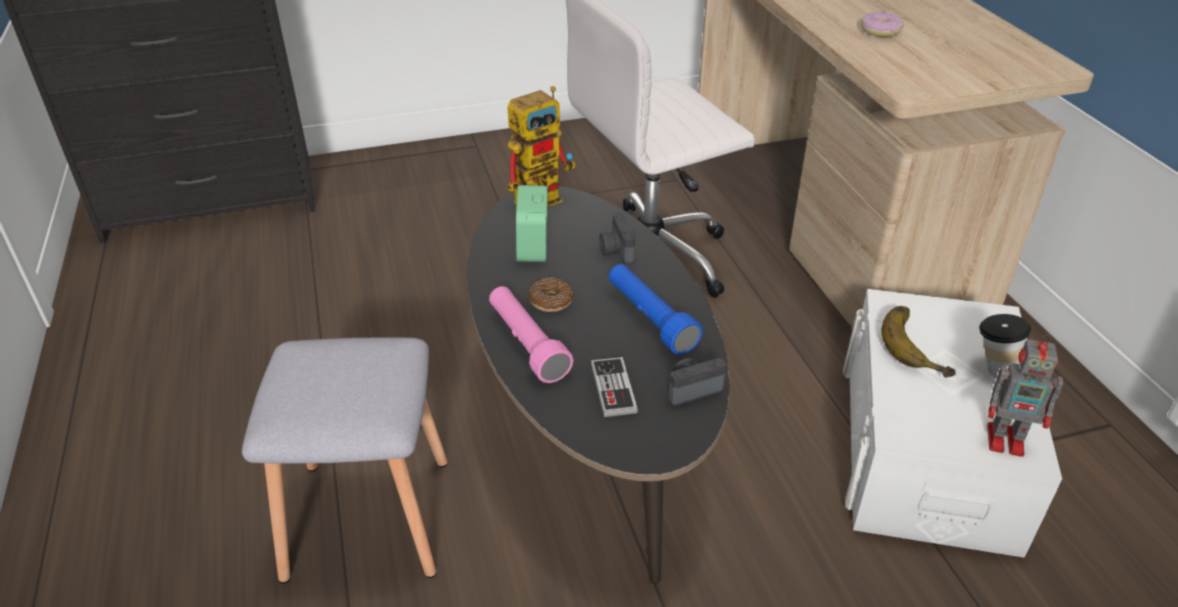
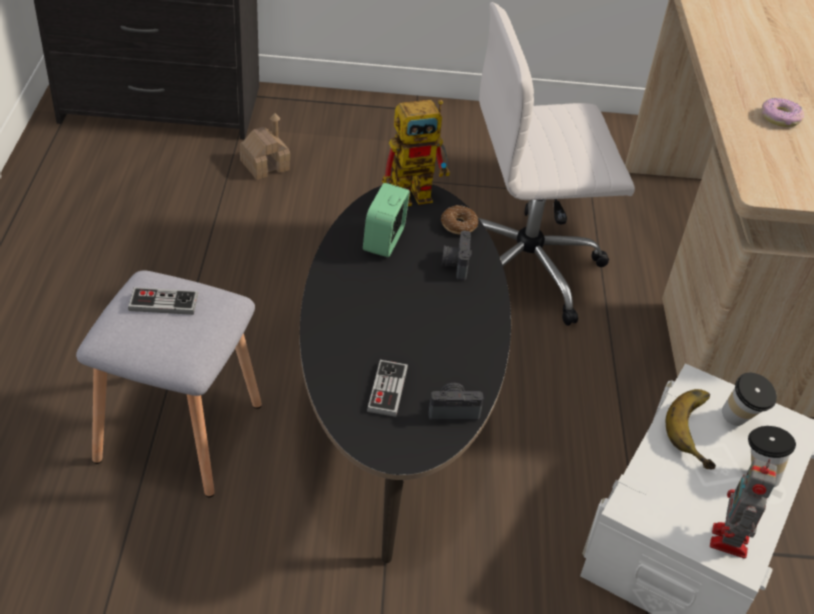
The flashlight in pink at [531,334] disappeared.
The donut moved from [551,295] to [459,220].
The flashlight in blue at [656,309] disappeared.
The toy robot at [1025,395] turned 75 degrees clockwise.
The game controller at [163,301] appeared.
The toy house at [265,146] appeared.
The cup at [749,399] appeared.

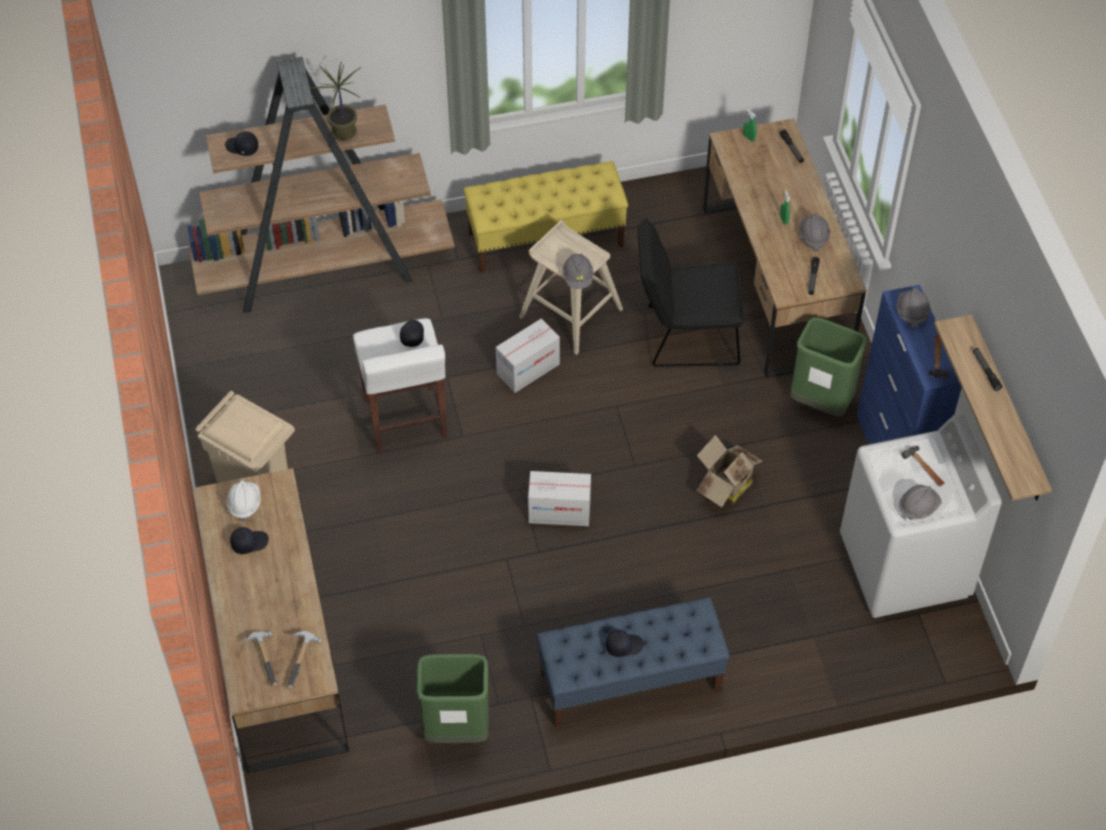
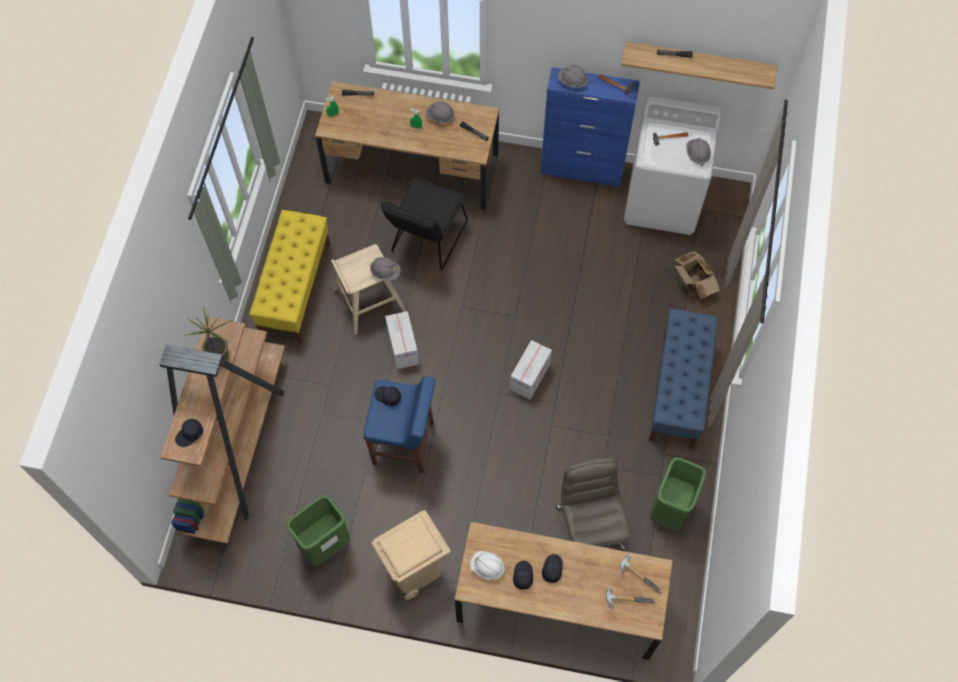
The stool in white at [400,384] became the stool in blue at [399,424].
The cap in black moved from [625,643] to [552,568].
The cardboard box moved from [730,471] to [697,275].
The trash can in green moved from [829,366] to [318,531].
The office chair in grey at [593,504] appeared.

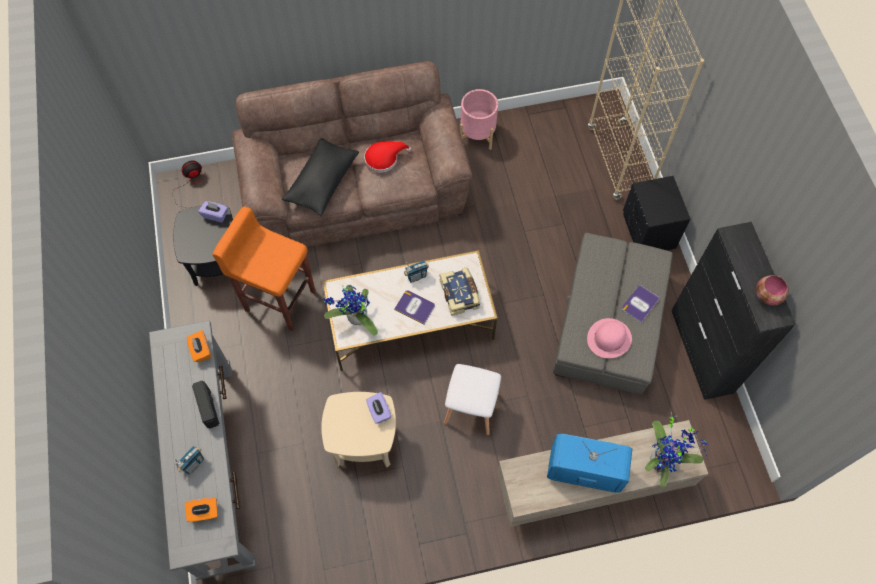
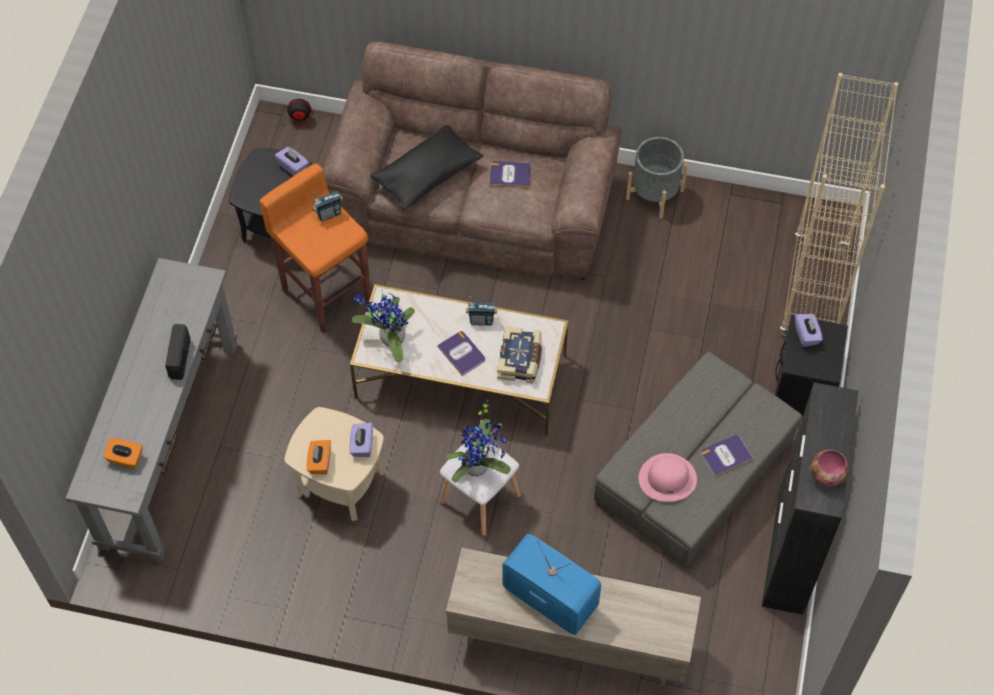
The radio moved from [189,460] to [327,206].
The tissue box in orange moved from [199,346] to [319,457].
The hat in red at [388,157] was replaced by the book at [510,174].
The planter in pink at [479,119] became the planter in grey at [657,178].
The potted plant moved from [677,450] to [478,441].
The tissue box in purple at [809,330] appeared.

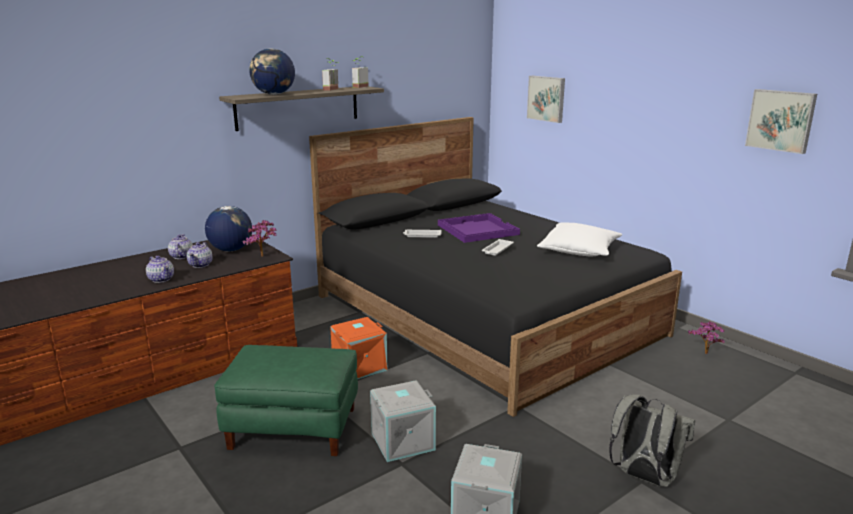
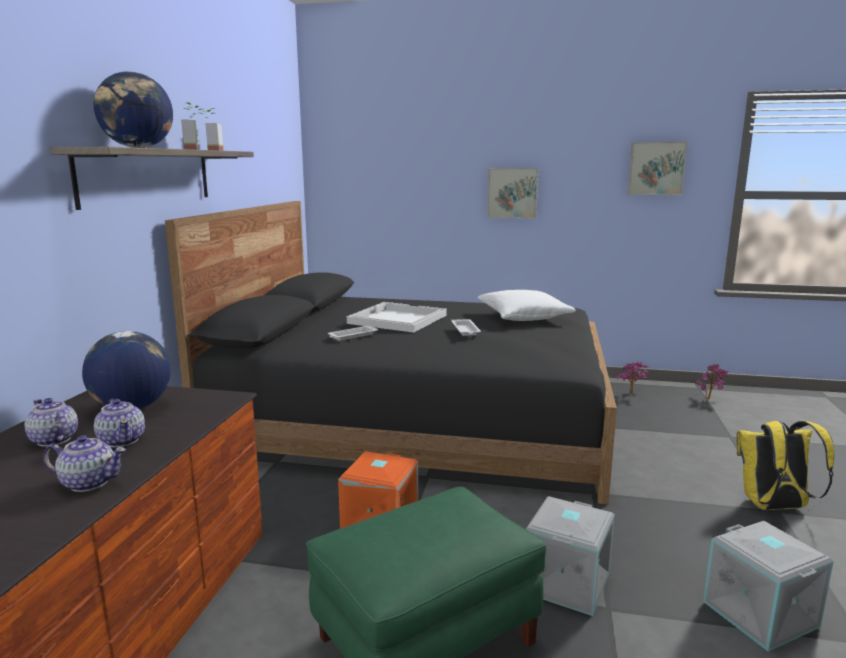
The potted plant moved from [260,238] to [712,382].
The tray in purple at [479,228] became the tray in white at [397,317].
The picture moved from [546,99] to [512,193].
The backpack in grey at [652,440] became the backpack in yellow at [785,465].

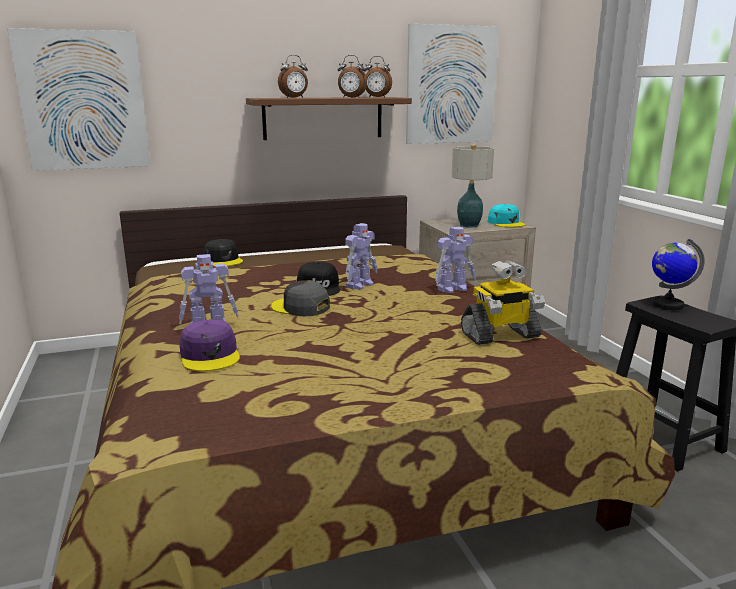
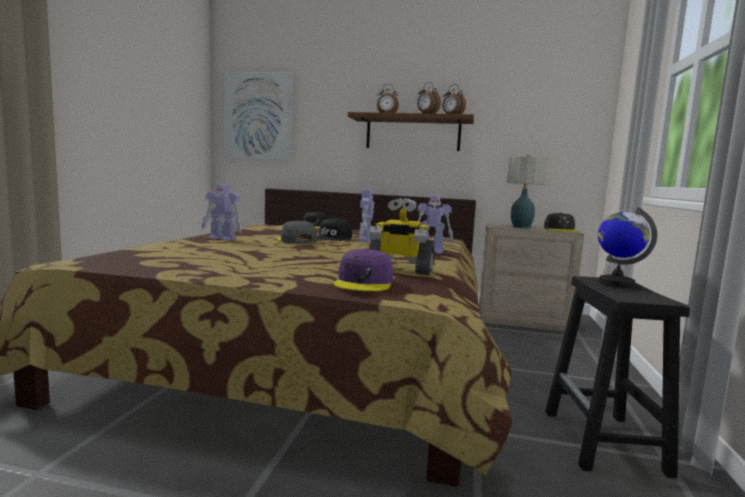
The cap in purple moved from [209,345] to [363,270].
The toy robot at [361,256] turned 120 degrees clockwise.
The picture at [452,84] disappeared.
The cap in turquoise at [507,215] became the cap in grey at [561,222].

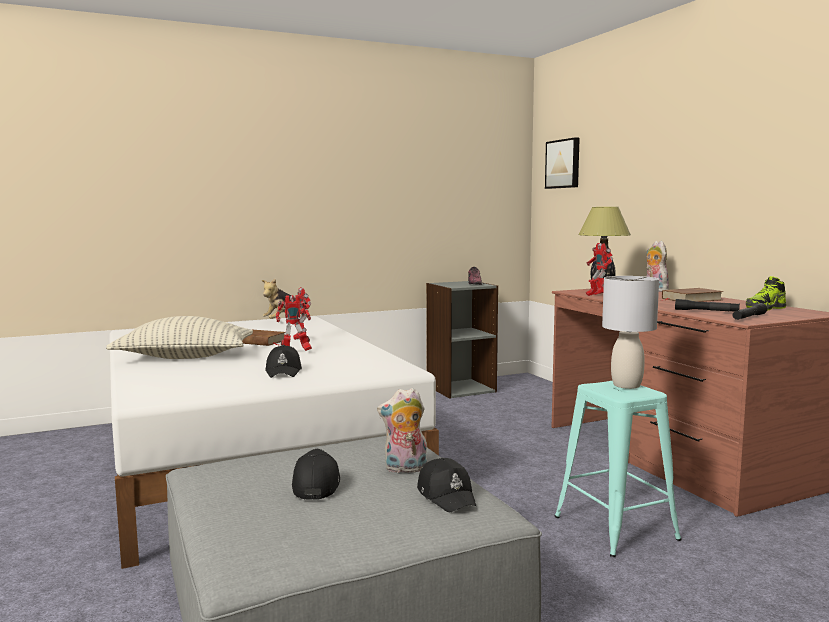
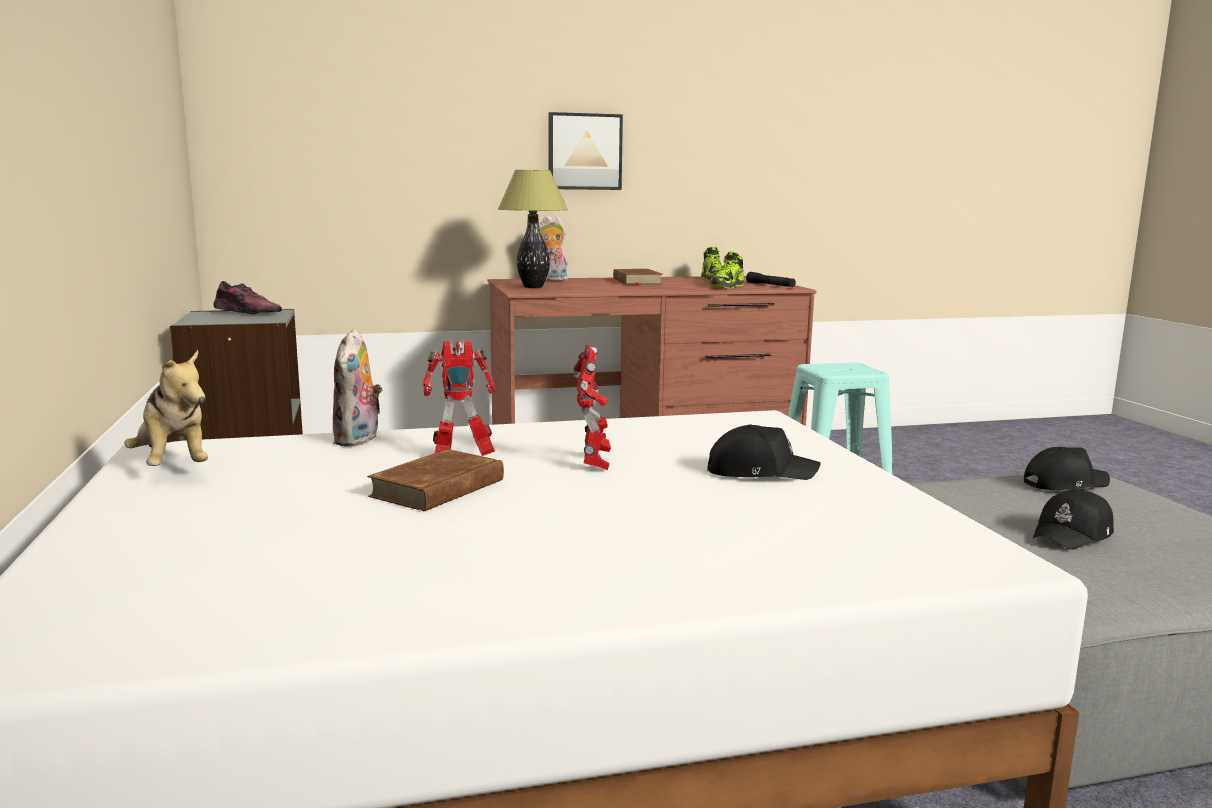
The pillow at [179,337] disappeared.
The cap in black at [316,474] turned 45 degrees counterclockwise.
The plush toy moved from [402,430] to [357,388].
The picture moved from [562,163] to [585,151].
The toy robot at [599,269] disappeared.
The table lamp in grey at [630,332] disappeared.
The flashlight in black at [707,305] was replaced by the shoe at [727,270].

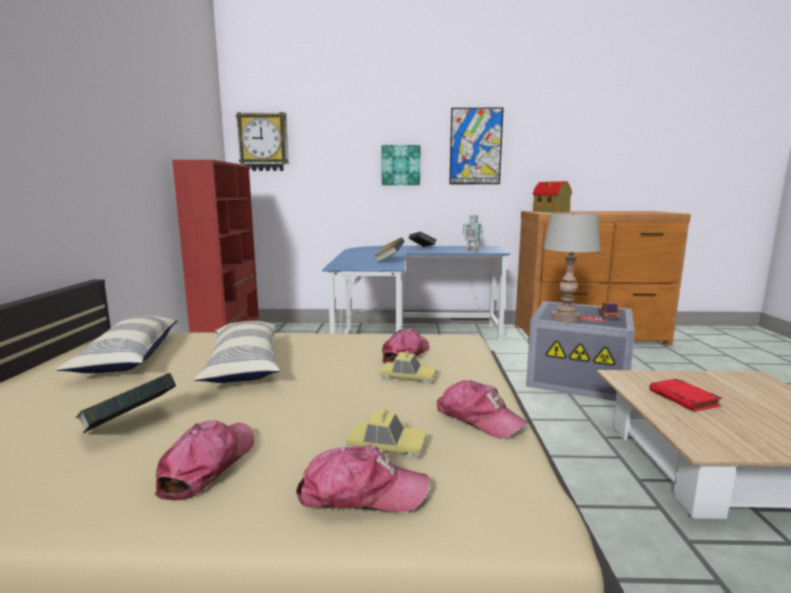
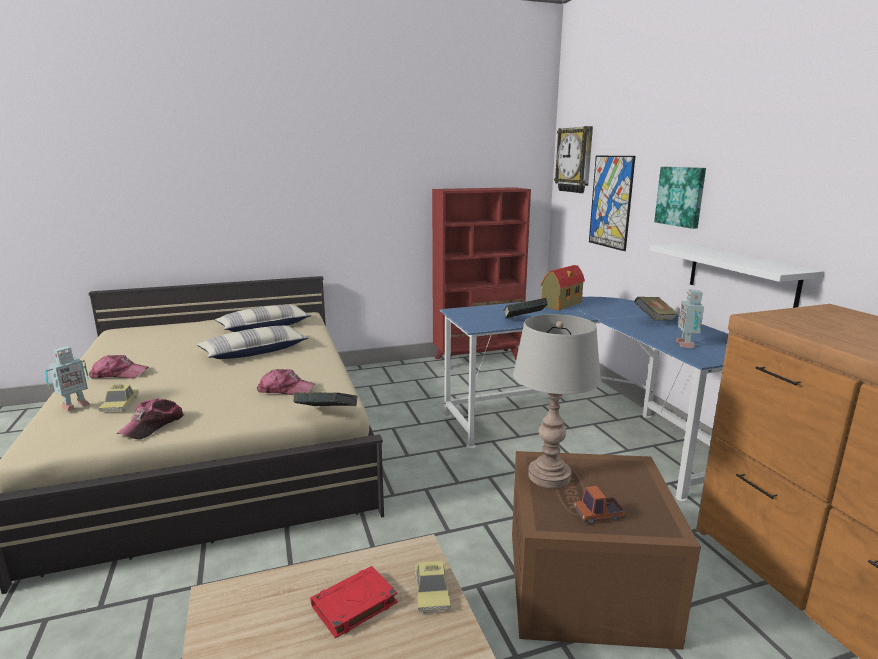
The book moved from [125,403] to [325,399].
The cap at [363,479] was replaced by the toy robot at [67,379].
The toy car moved from [408,367] to [432,587].
The picture moved from [476,146] to [612,203].
The storage box in grey at [580,351] became the storage box in brown at [606,550].
The toy house moved from [552,197] to [563,287].
The shelf in white at [736,275] appeared.

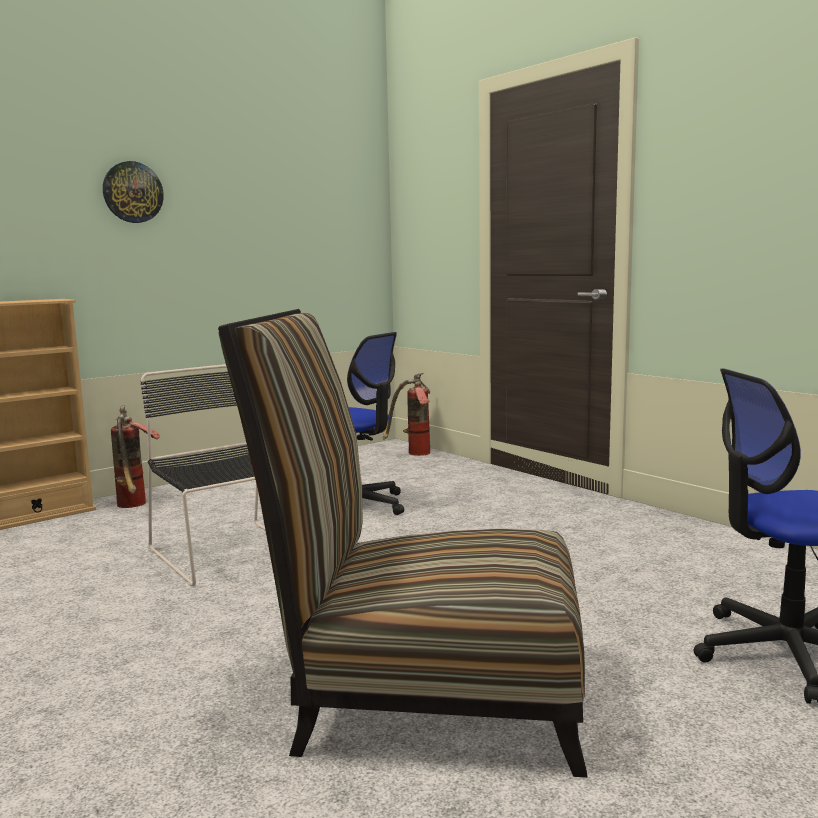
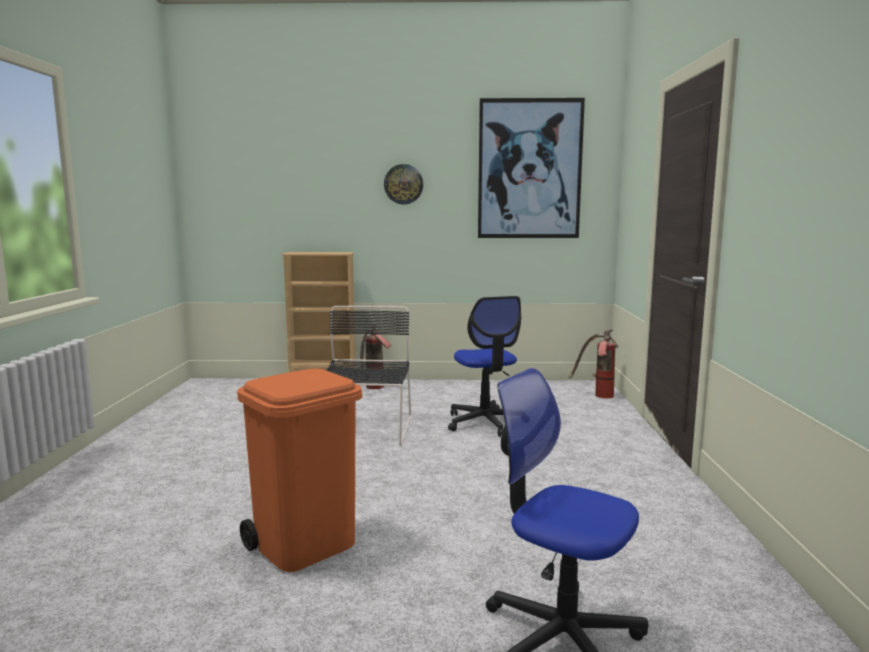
The chair at [402,543] was replaced by the trash can in orange at [299,470].
The picture at [531,168] appeared.

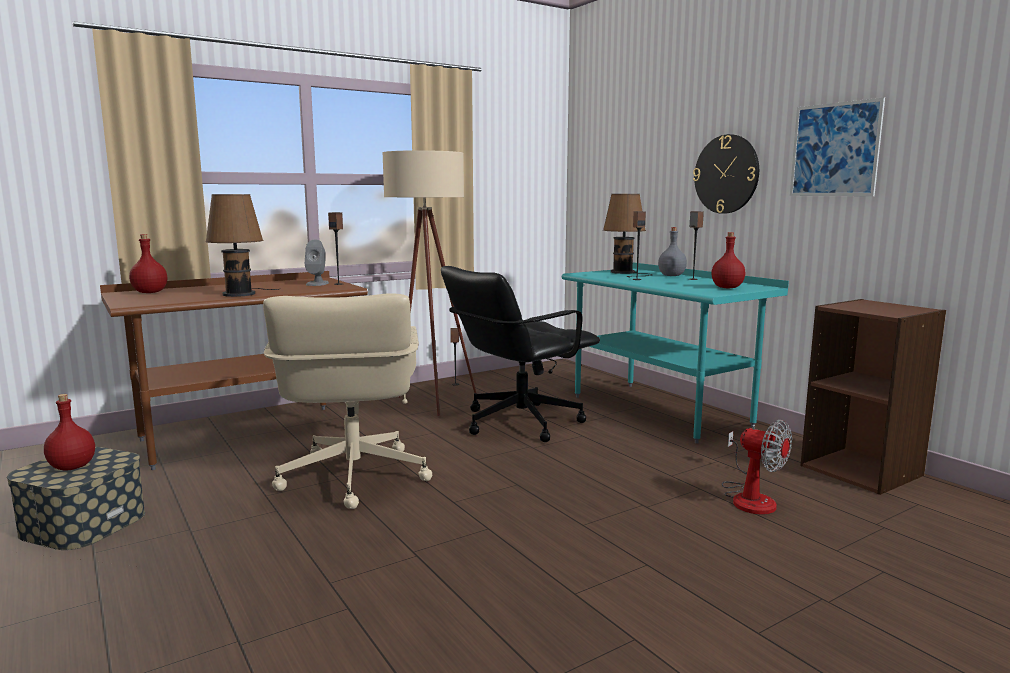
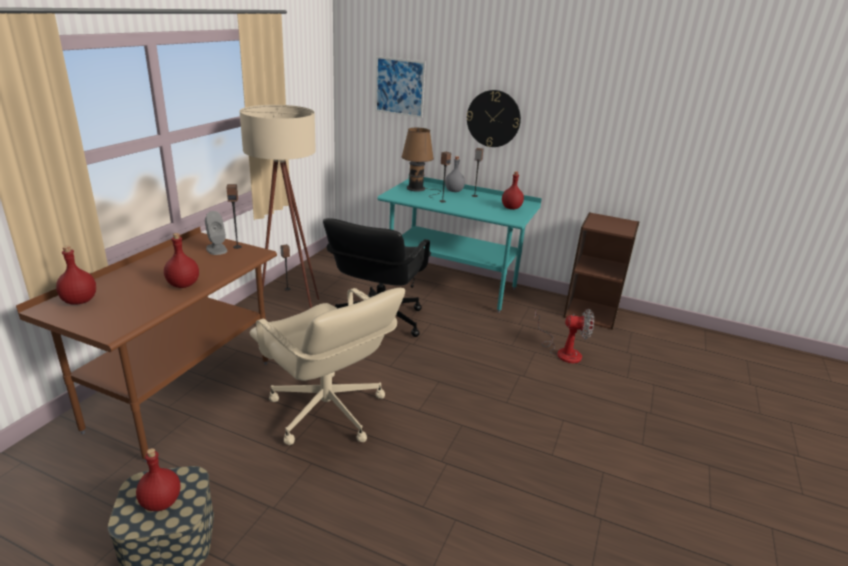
The table lamp in brown at [243,245] was replaced by the bottle in red at [181,260].
The picture moved from [837,146] to [400,87].

